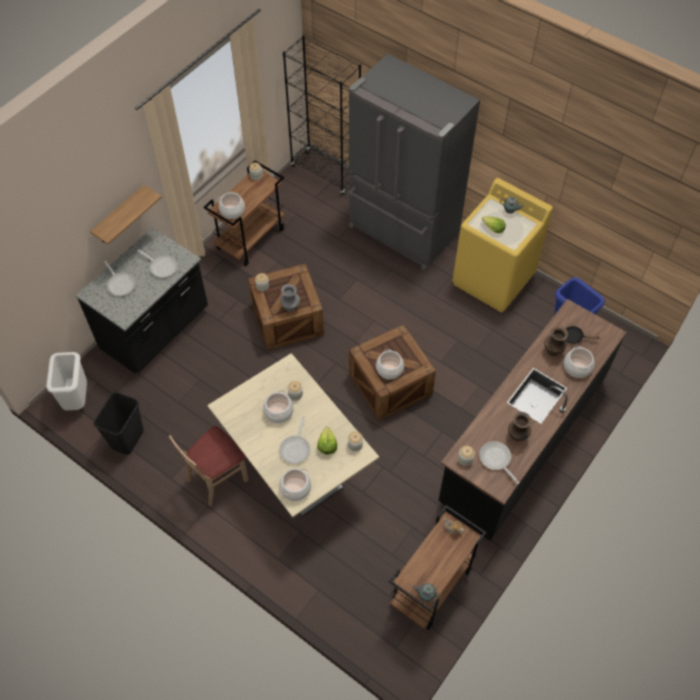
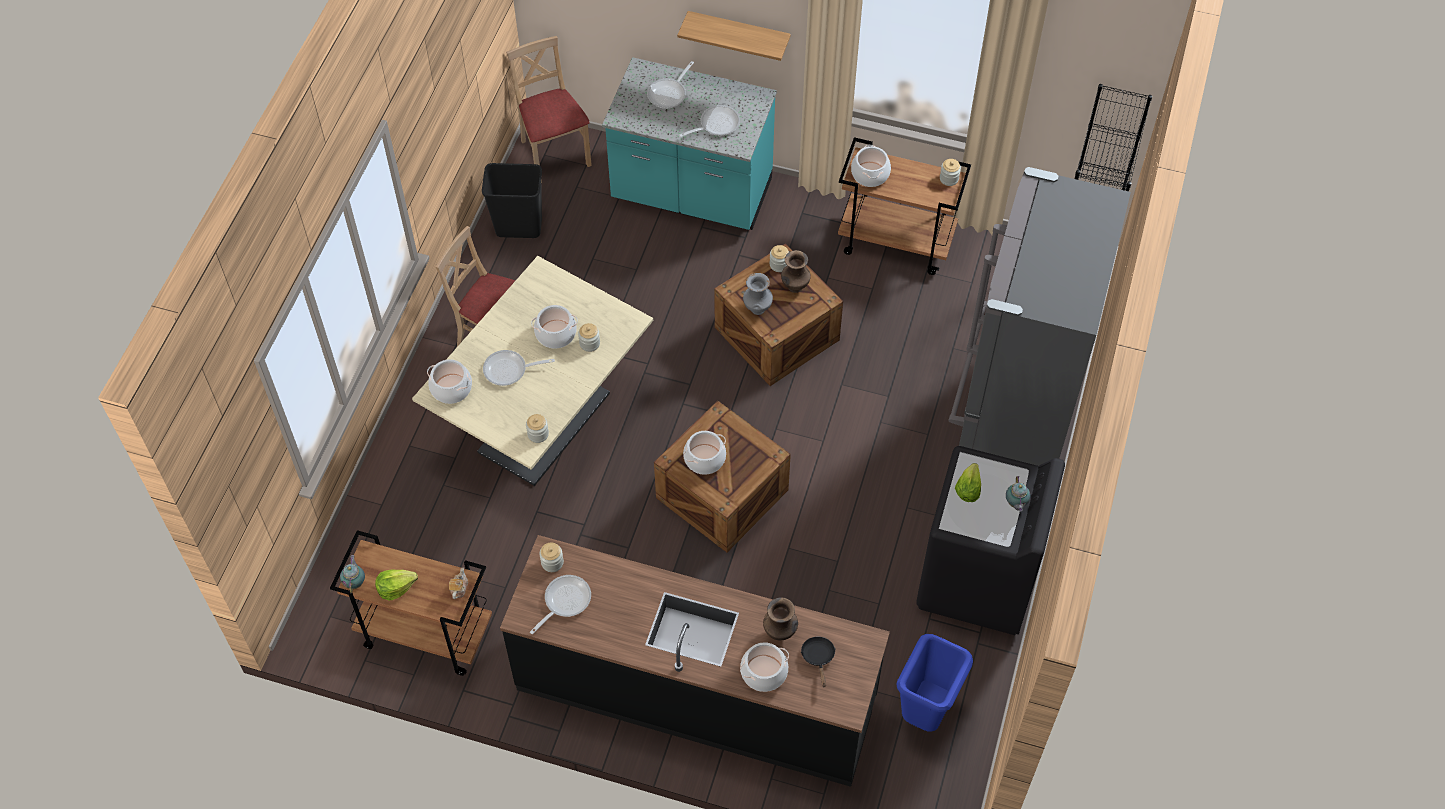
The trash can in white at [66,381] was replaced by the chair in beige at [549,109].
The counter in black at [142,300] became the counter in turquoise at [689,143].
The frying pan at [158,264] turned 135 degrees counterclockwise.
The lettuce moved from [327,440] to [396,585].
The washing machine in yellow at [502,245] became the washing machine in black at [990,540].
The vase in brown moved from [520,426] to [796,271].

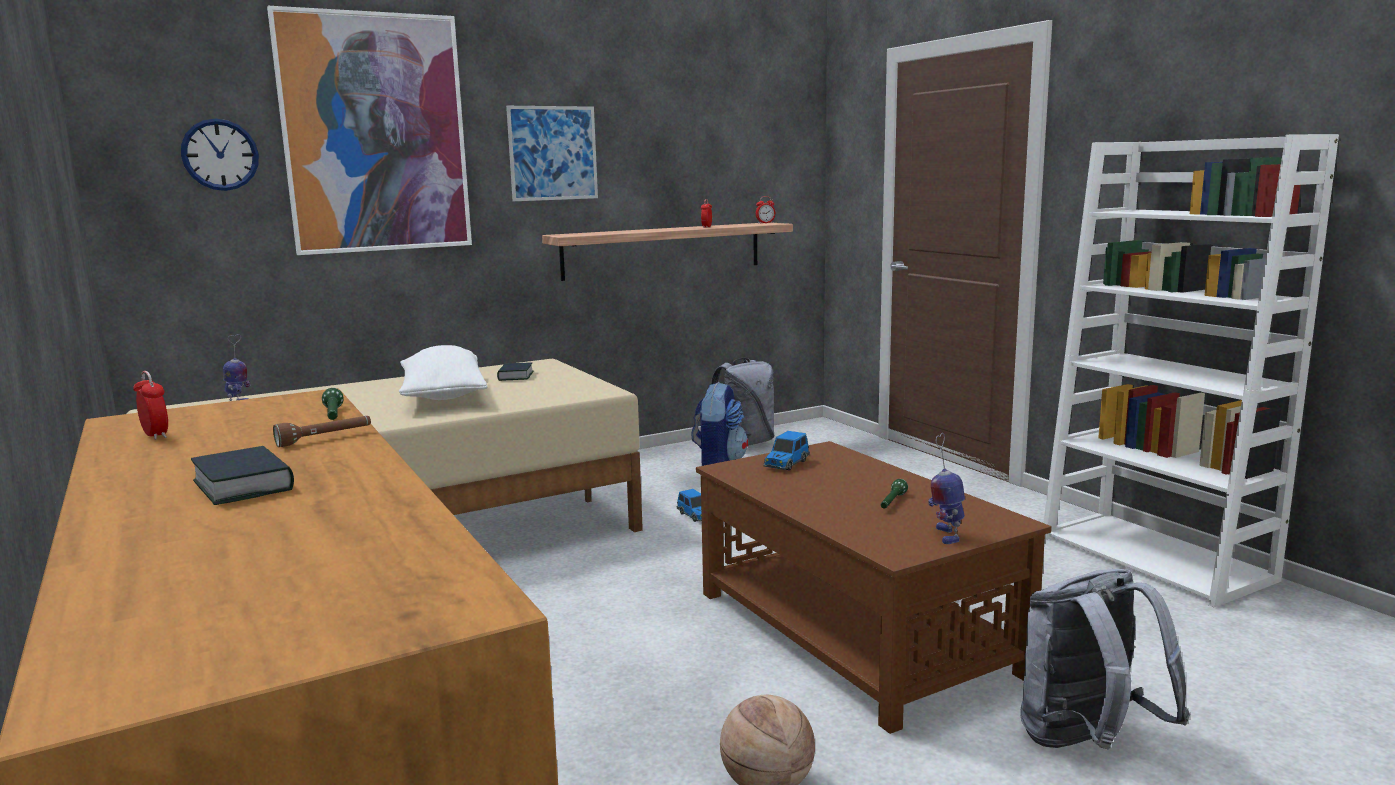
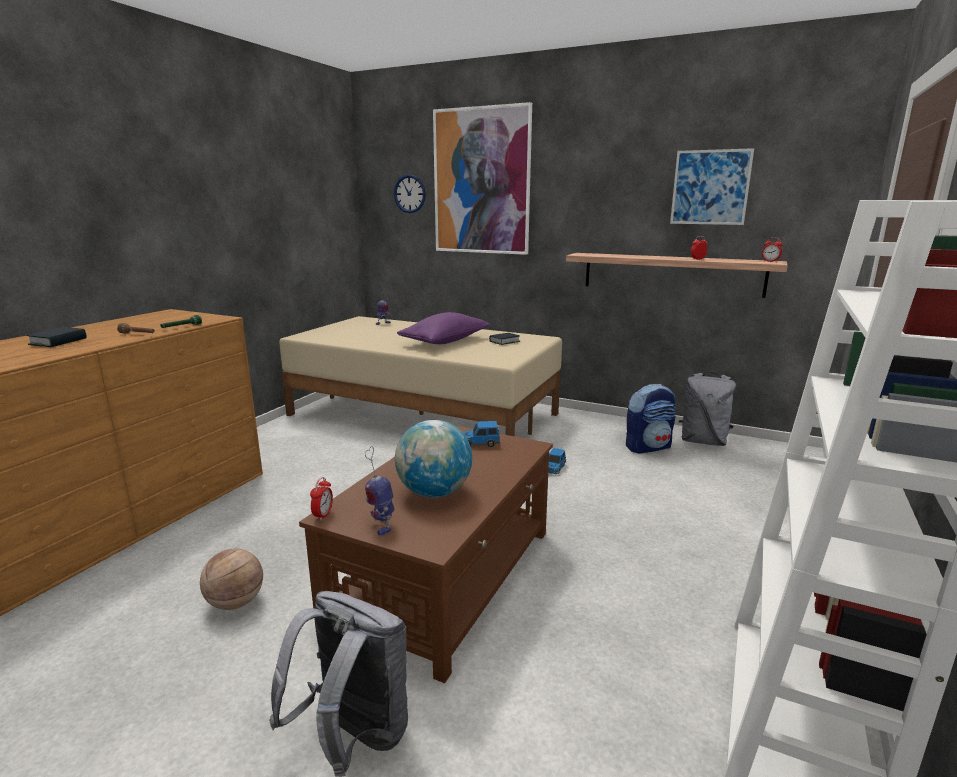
The alarm clock moved from [150,405] to [321,499].
The pillow in white at [443,372] became the pillow in purple at [443,328].
The picture moved from [552,153] to [712,186].
The flashlight in green at [894,493] was replaced by the globe at [433,459].
The toy robot at [946,488] turned 75 degrees counterclockwise.

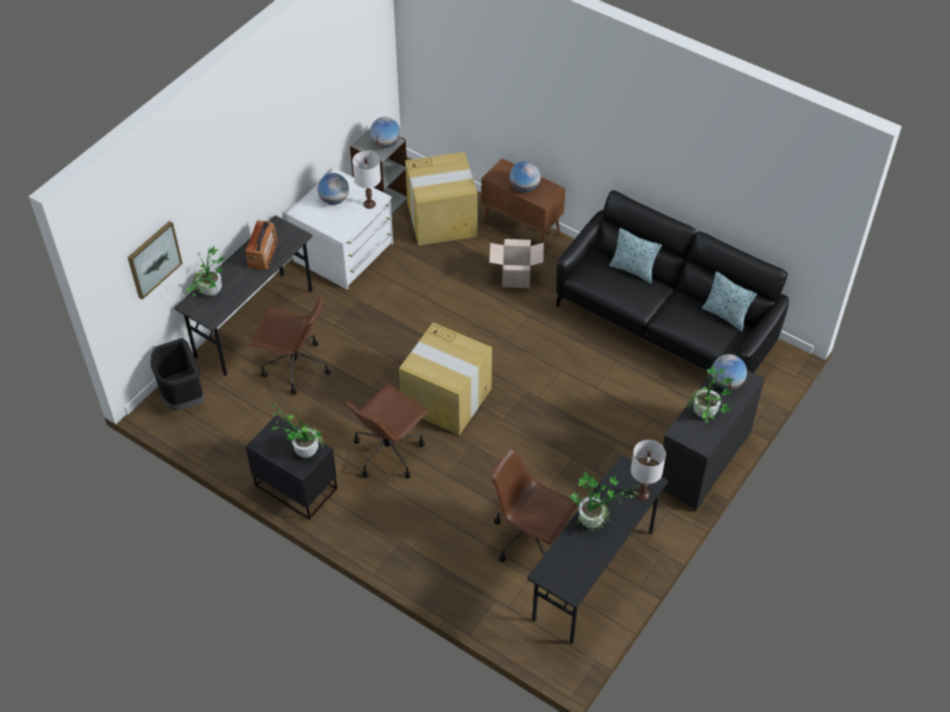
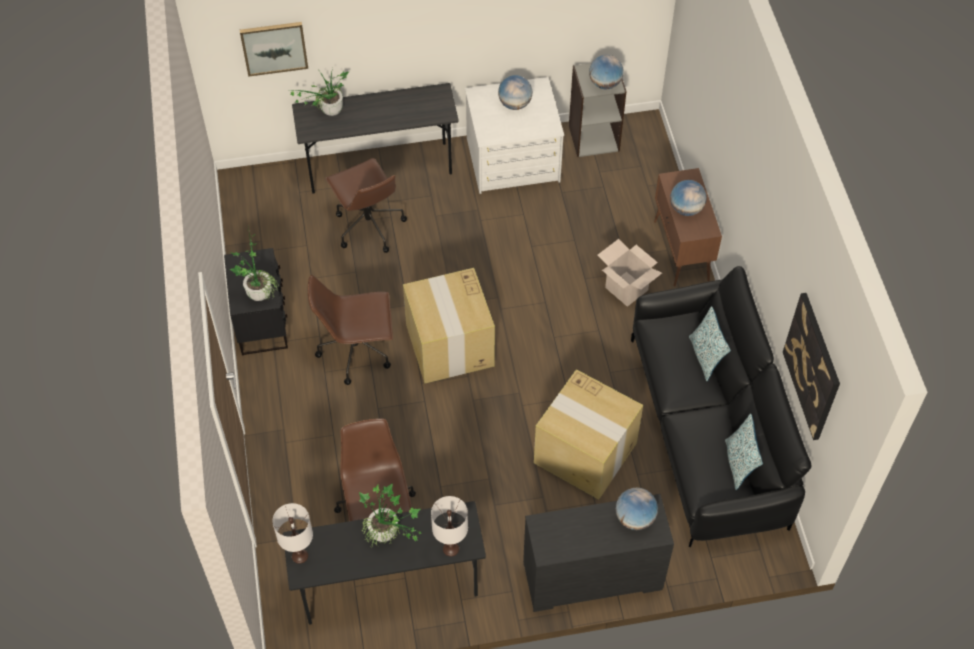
The trash can in black at [177,374] disappeared.
The radio at [261,245] disappeared.
The table lamp in white moved from [366,180] to [292,533].
The cardboard box moved from [441,199] to [588,434].
The potted plant at [711,394] disappeared.
The picture at [811,366] appeared.

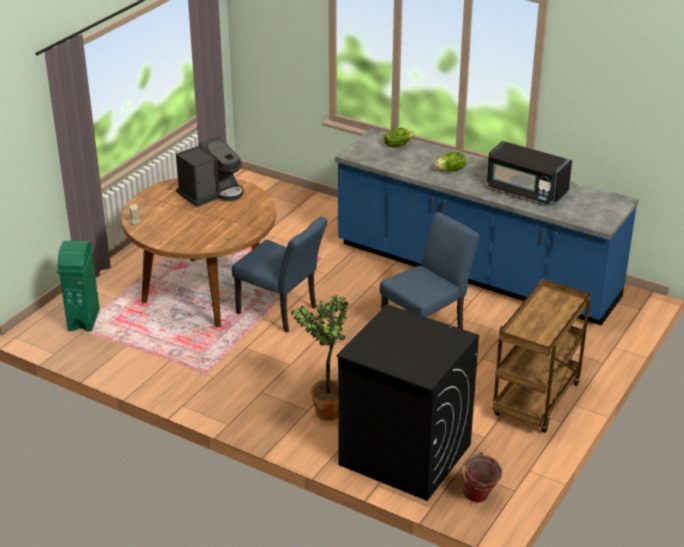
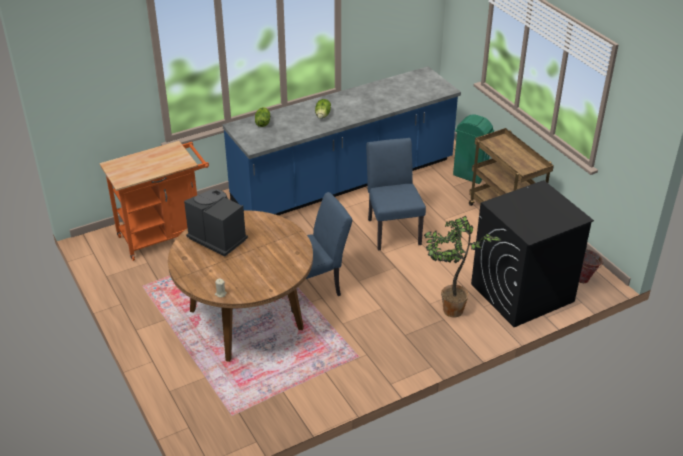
The trash can in green moved from [78,286] to [473,149].
The coffee machine at [210,171] turned 45 degrees counterclockwise.
The microwave in black at [529,172] disappeared.
The cart in orange at [154,201] appeared.

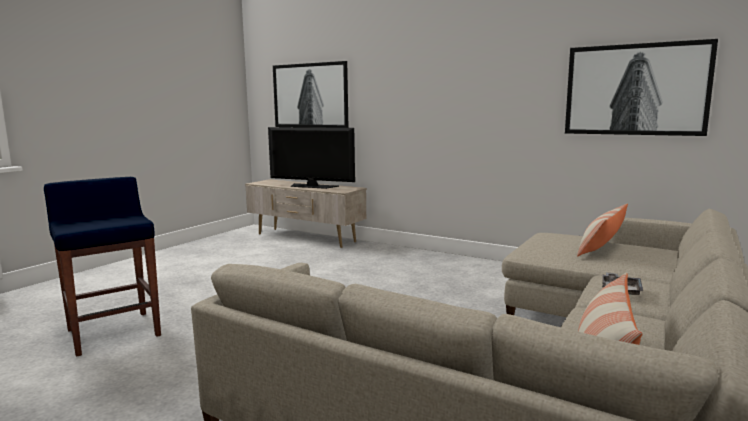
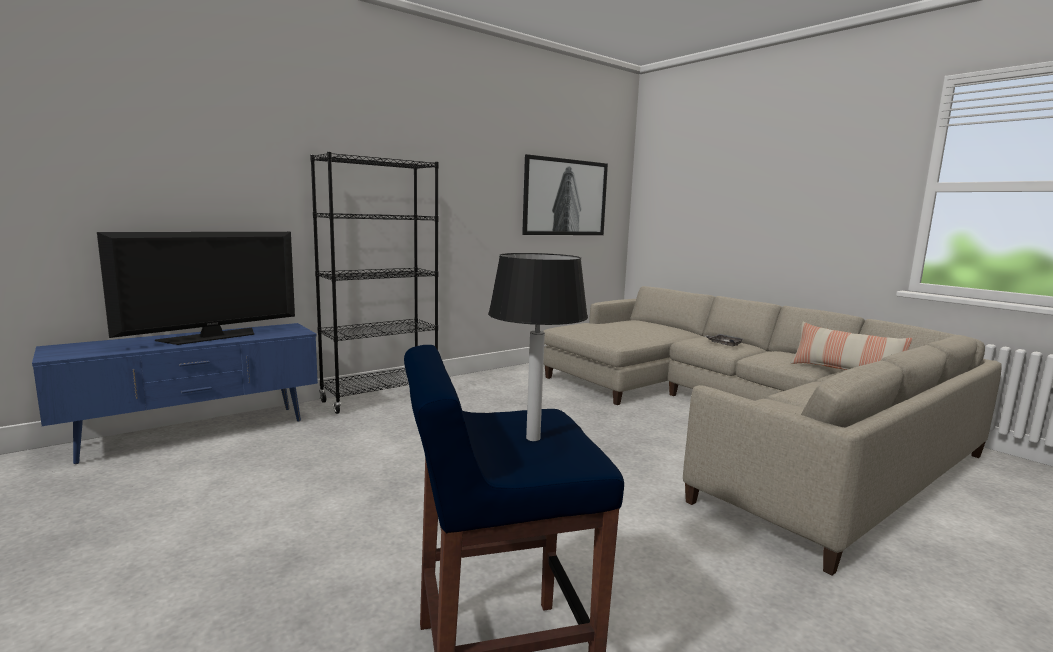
The tv stand in beige at [306,213] became the tv stand in blue at [175,393].
The picture at [311,94] disappeared.
The pillow at [602,230] disappeared.
The bookcase in black at [374,283] appeared.
The table lamp at [538,347] appeared.

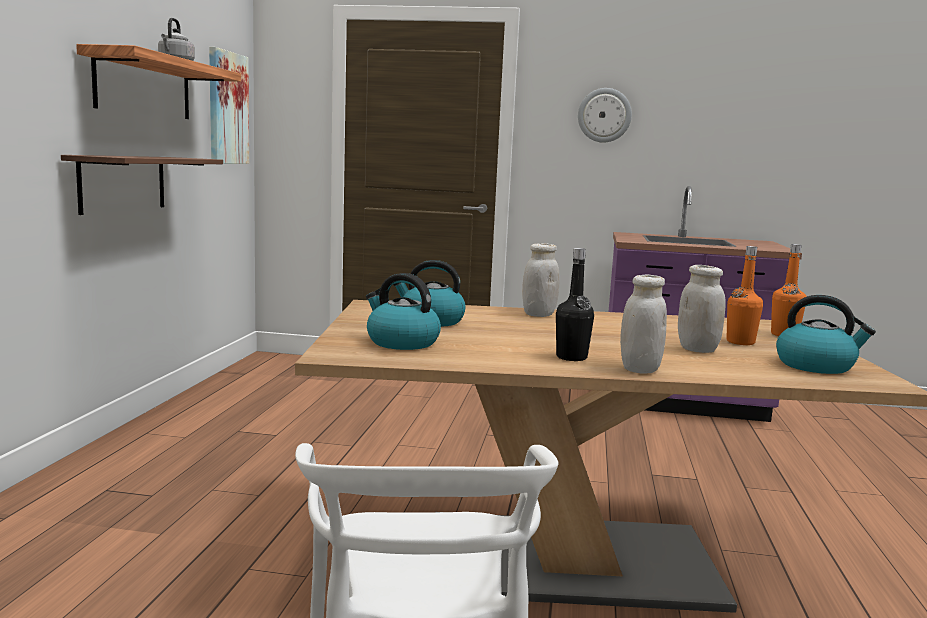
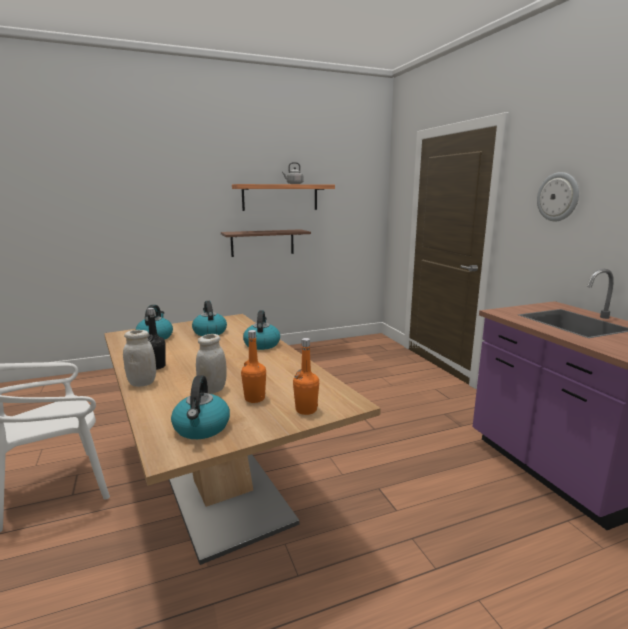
The picture at [229,105] disappeared.
The jar in white at [541,280] was replaced by the kettle at [261,330].

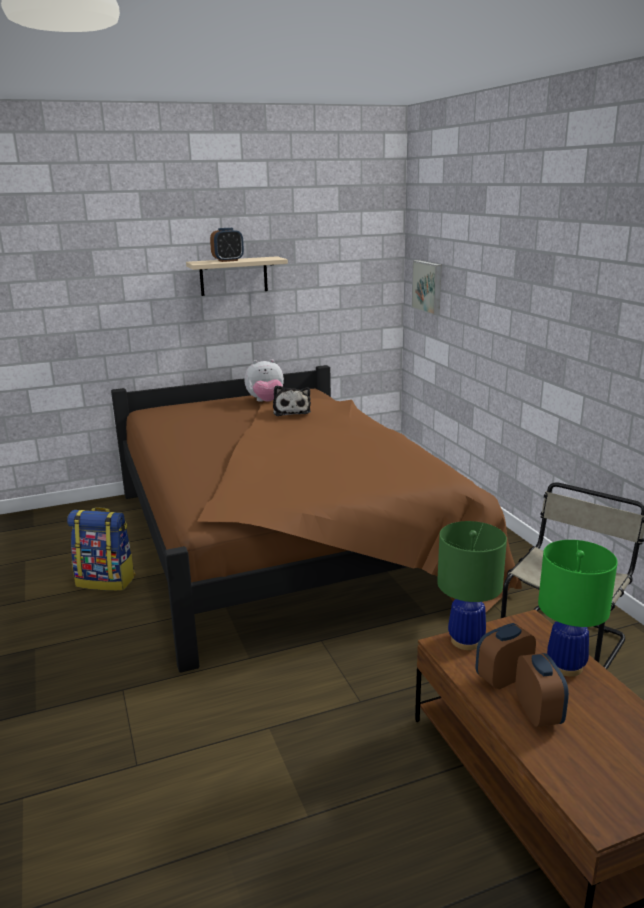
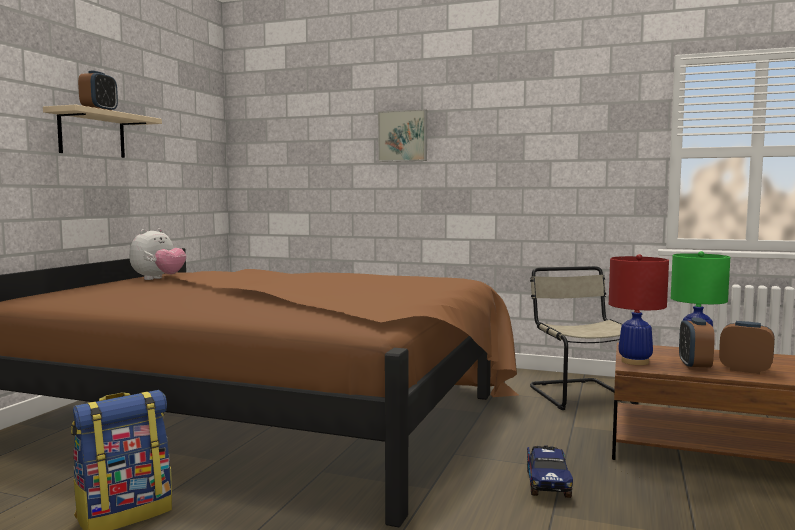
The plush toy at [292,400] disappeared.
The picture moved from [427,287] to [402,135].
The table lamp in green at [472,585] became the table lamp in red at [639,309].
The toy truck at [550,471] appeared.

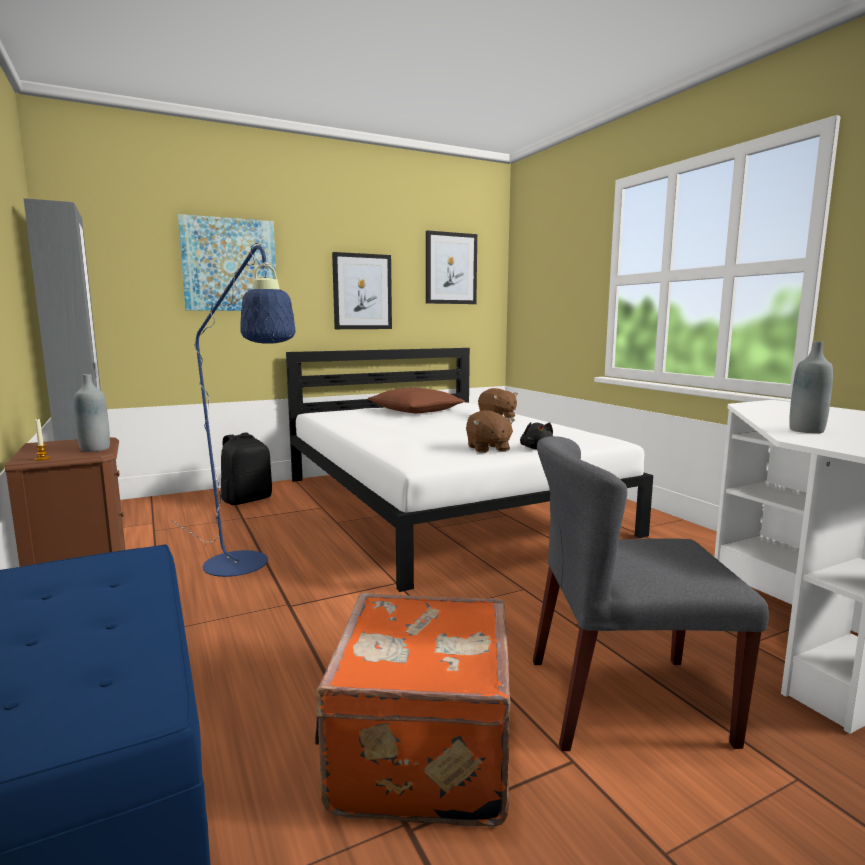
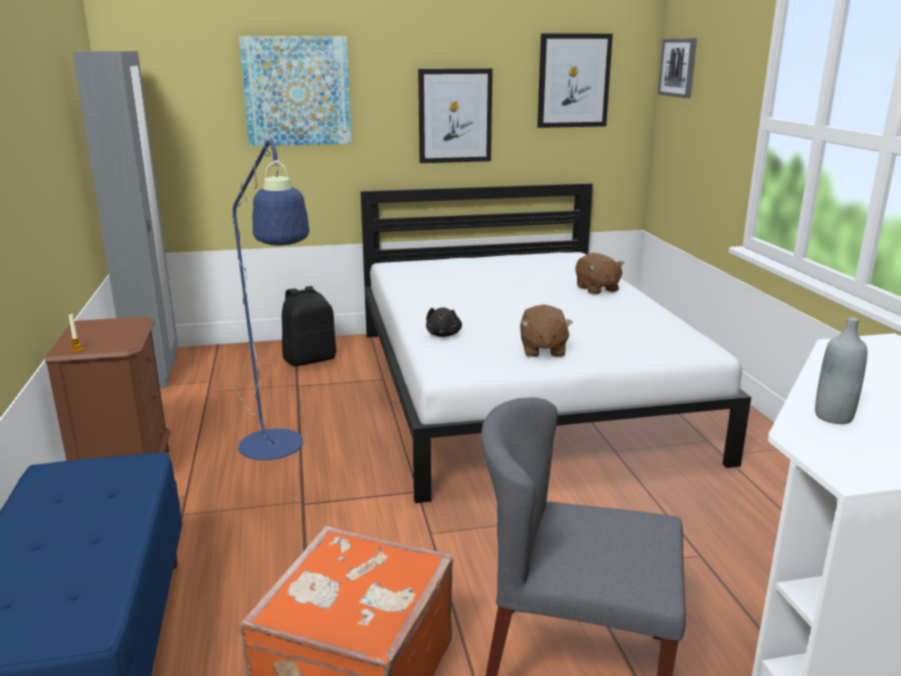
The bottle in grey at [92,413] disappeared.
The pillow in brown at [416,400] disappeared.
The plush toy in black moved from [536,435] to [444,322].
The picture at [677,68] appeared.

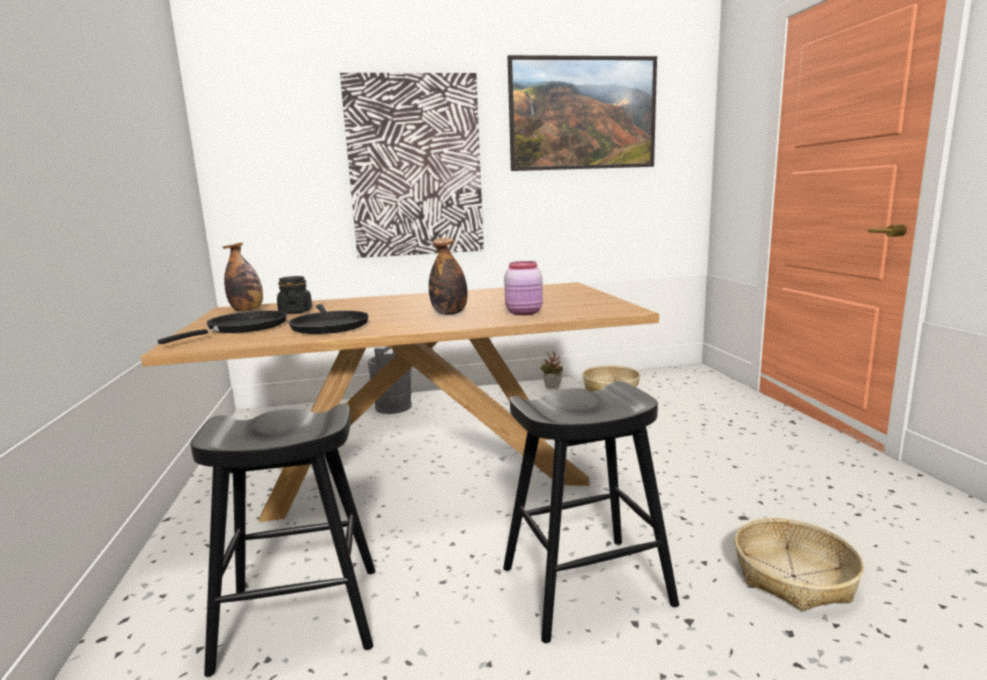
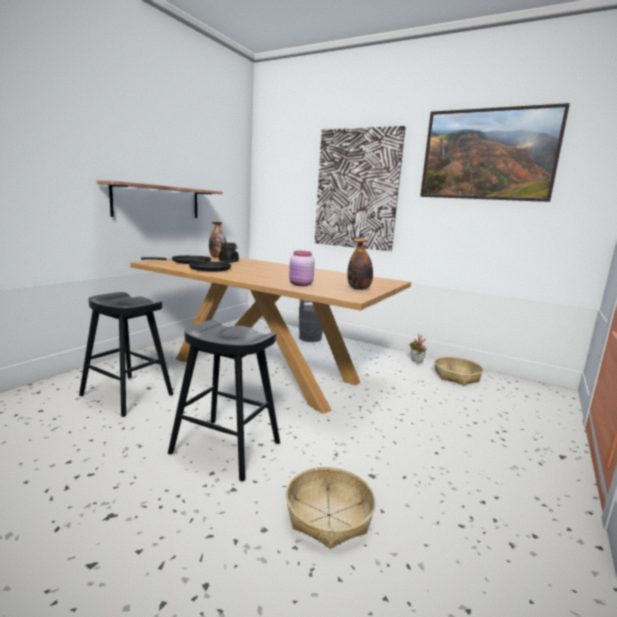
The bottle moved from [448,276] to [360,264].
The shelf at [160,199] appeared.

